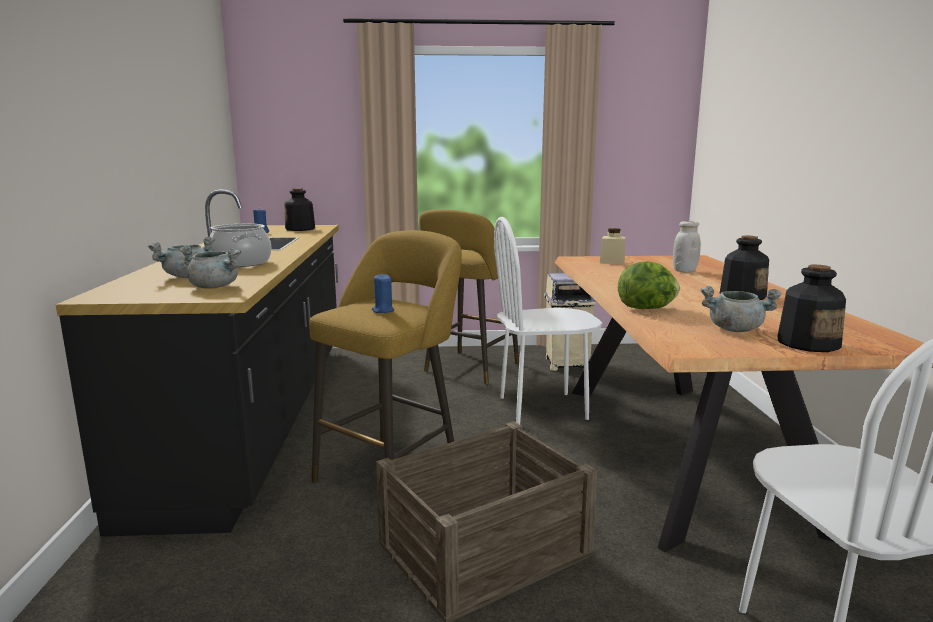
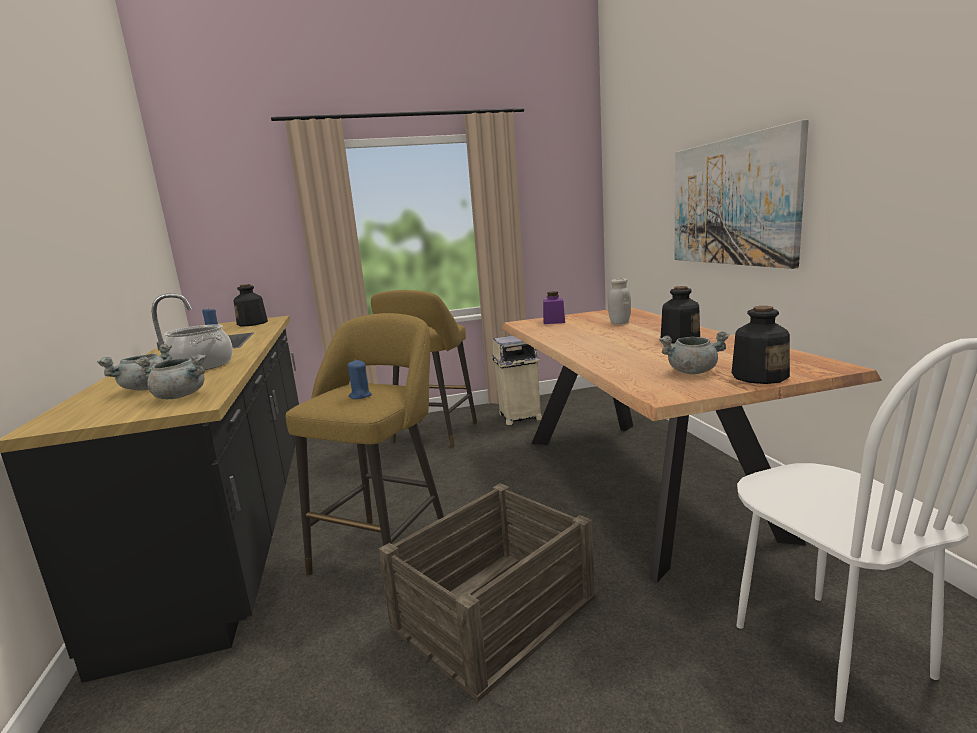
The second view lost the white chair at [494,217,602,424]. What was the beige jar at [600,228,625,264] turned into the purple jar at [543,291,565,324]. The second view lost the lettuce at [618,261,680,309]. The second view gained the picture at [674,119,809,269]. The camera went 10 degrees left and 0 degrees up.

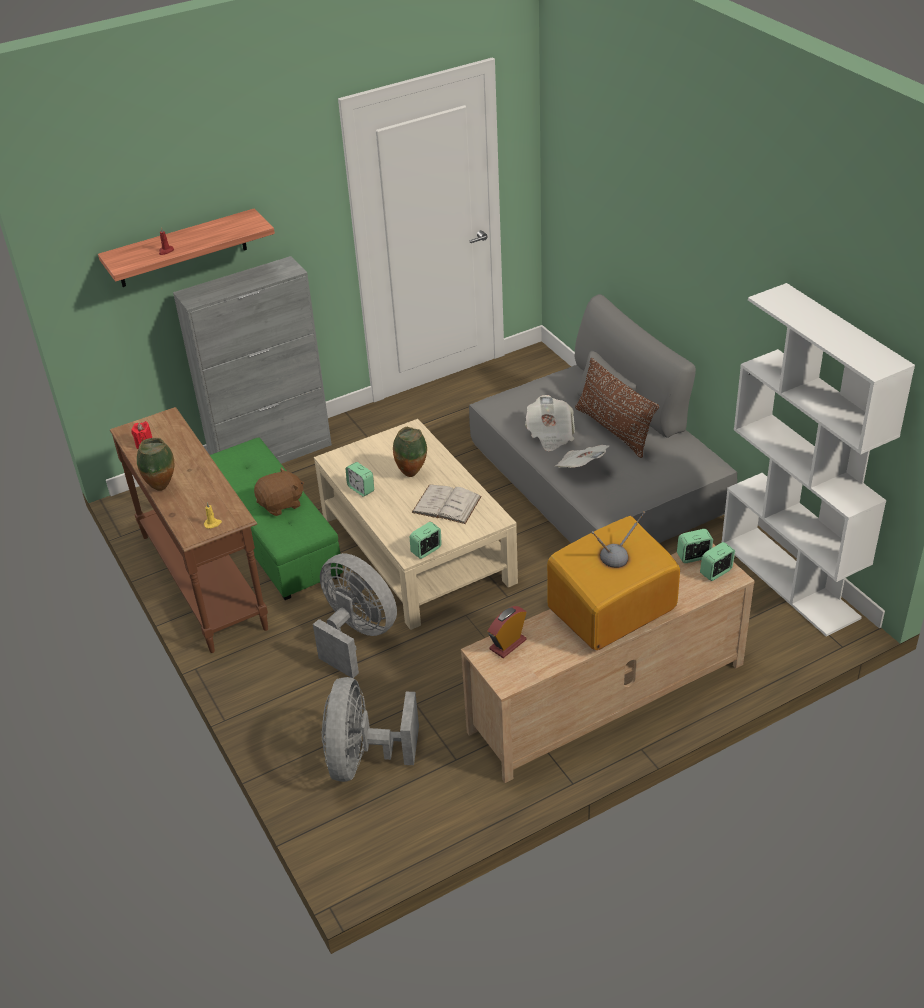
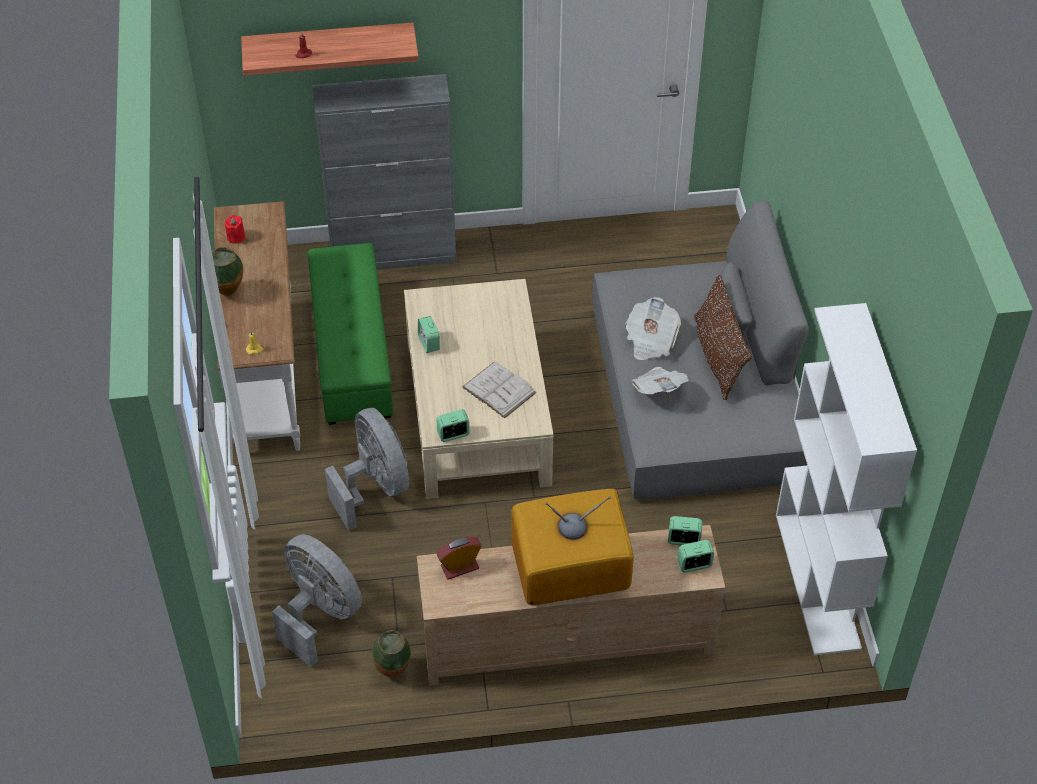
What was the brown console table at [110,407,268,653] turned into the white console table at [214,201,300,451]. The second view lost the brown plush toy at [254,467,304,516]. The grey fan at [322,677,419,782] ended up facing another way, 105 degrees clockwise from before. The vase ended up elsewhere, having gone from [393,427,427,477] to [372,630,411,677]. The camera went 20 degrees right and 10 degrees up.

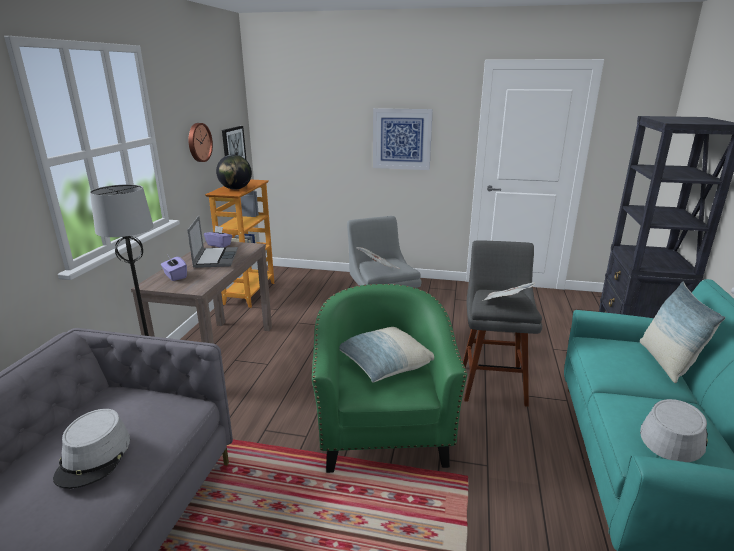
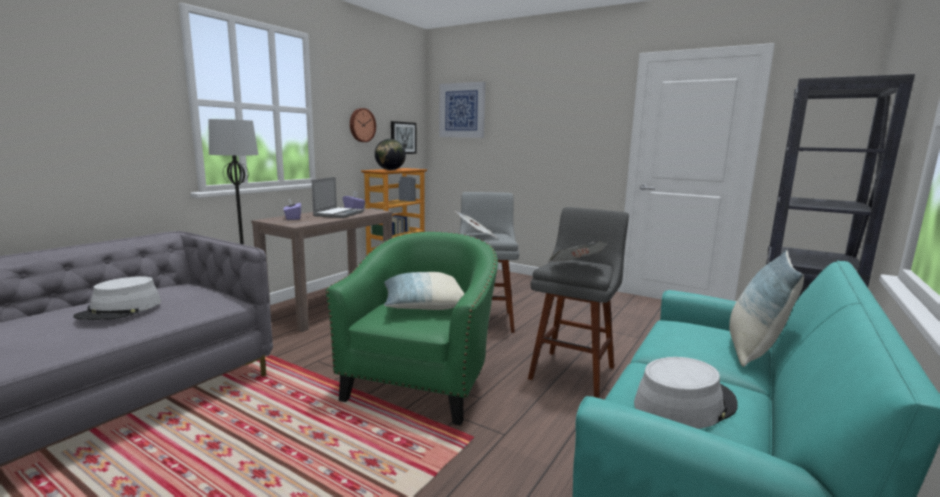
The picture ended up elsewhere, having gone from [373,108,433,170] to [439,82,485,138]. The camera went 20 degrees right and 10 degrees down.

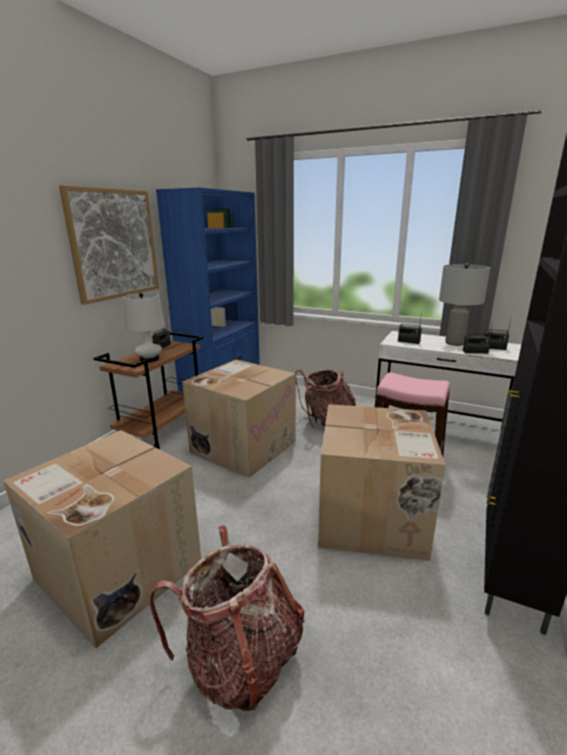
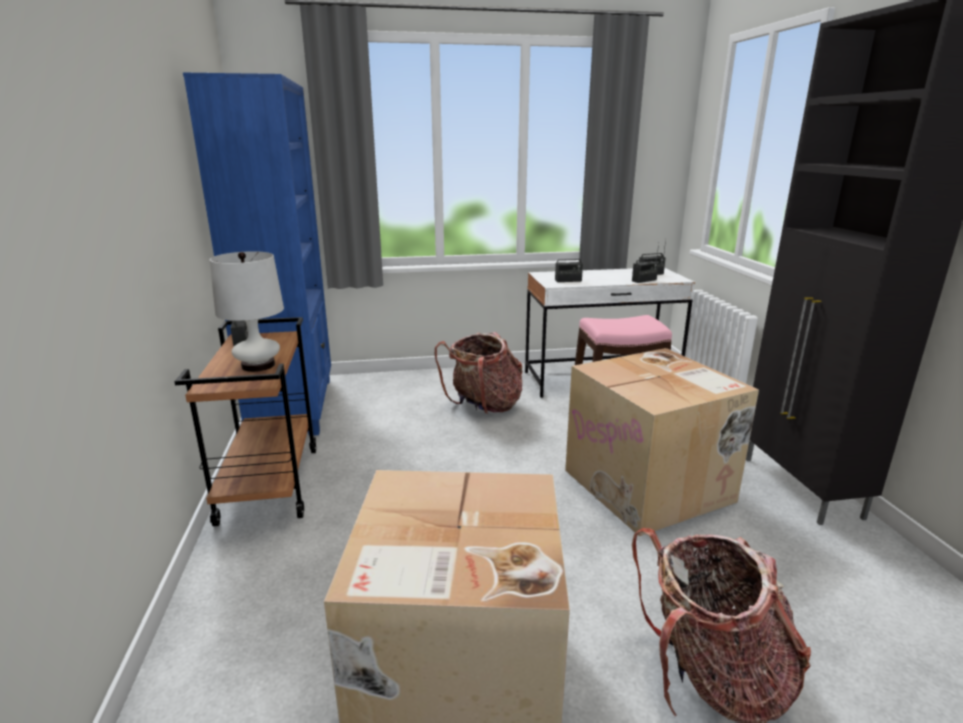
The second view lost the picture at [59,185,159,305]. The second view lost the cardboard box at [182,359,296,478]. The second view lost the grey table lamp at [439,263,490,346]. The camera went 35 degrees left and 0 degrees up.

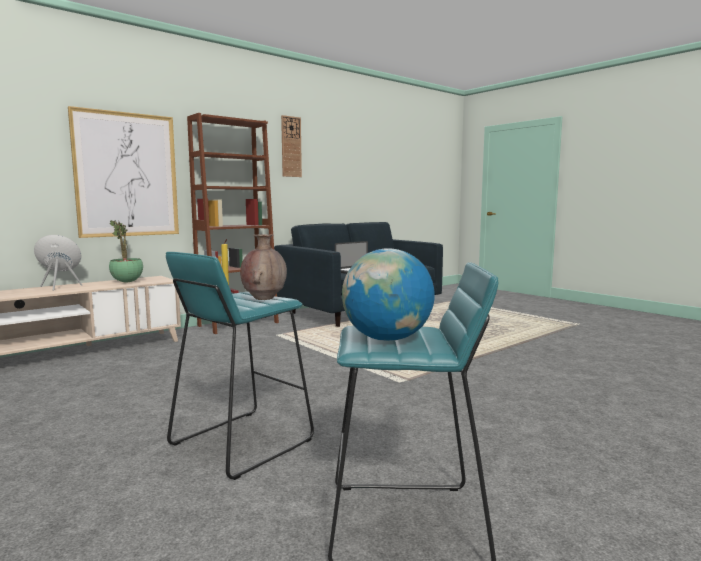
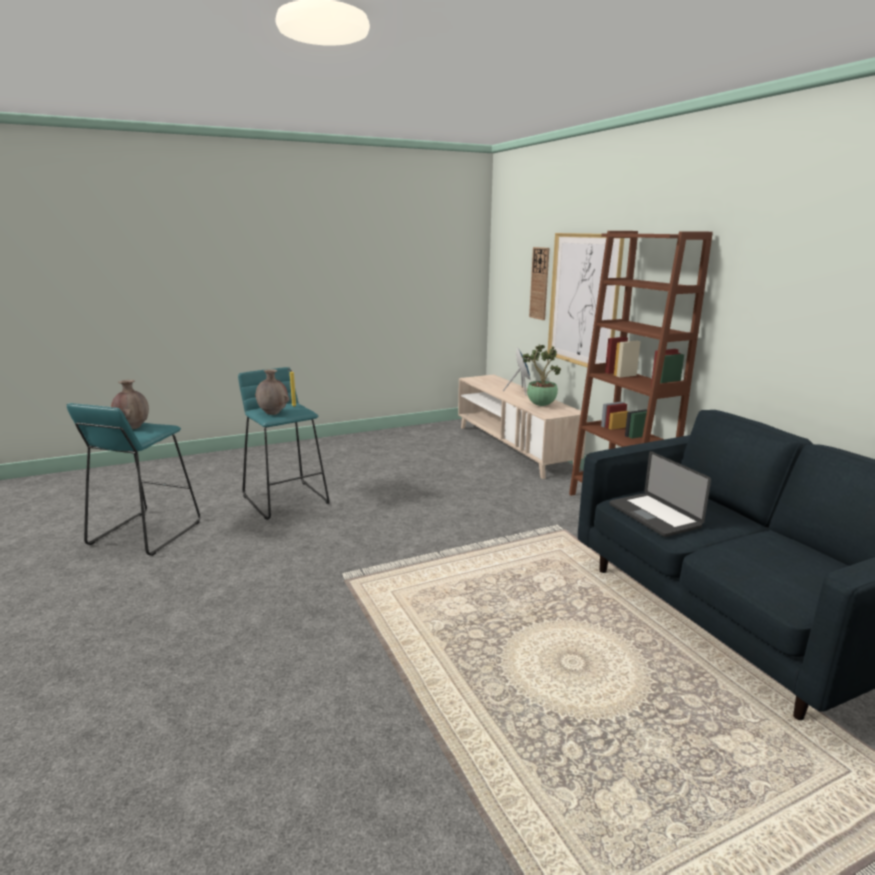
The wall clock ended up elsewhere, having gone from [281,115,302,177] to [529,247,549,320]. Where the globe stood at [342,249,435,341], the brown vase came to stand at [111,380,149,429]. The camera went 105 degrees right and 10 degrees up.

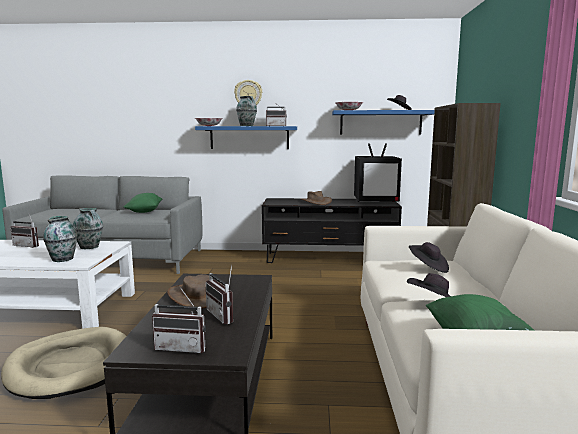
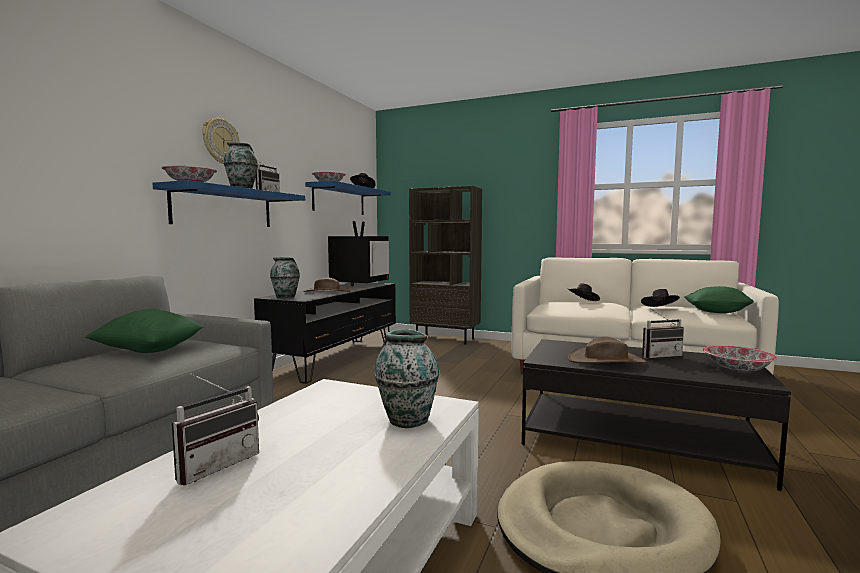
The vase ended up elsewhere, having gone from [73,208,103,249] to [270,257,300,299]. Where the radio stood at [152,286,206,353], the bowl came to stand at [703,345,777,371]. The camera went 70 degrees left and 5 degrees down.

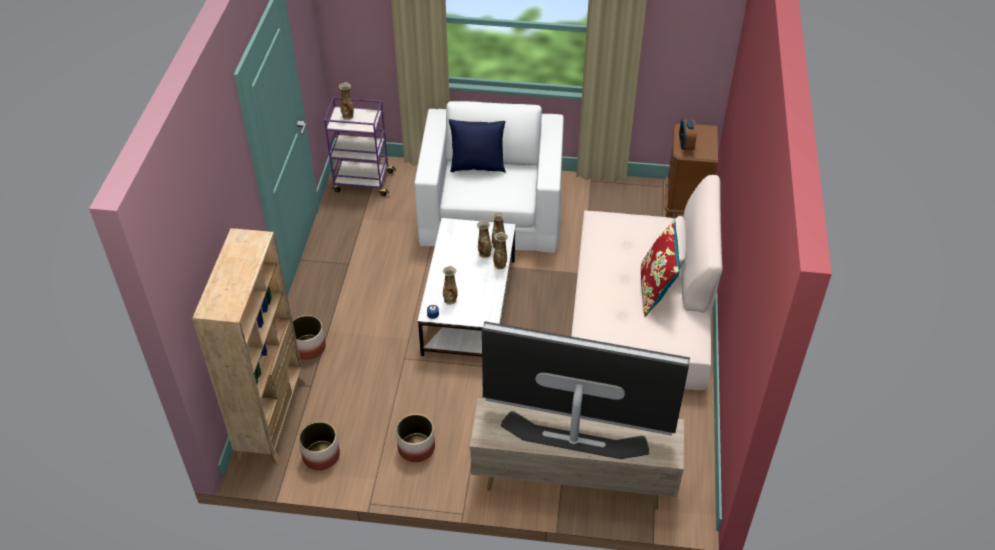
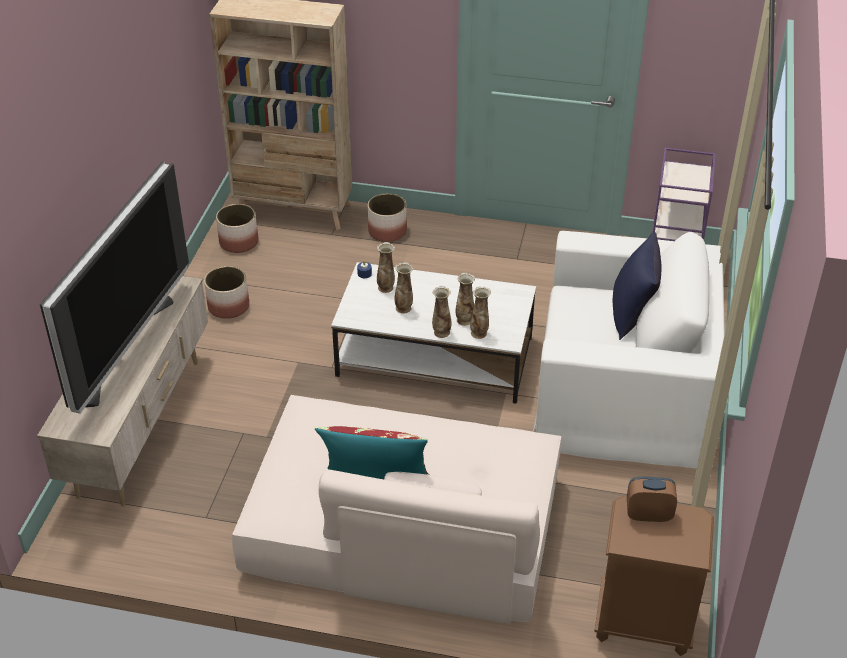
The vase ended up elsewhere, having gone from [339,82,354,120] to [394,262,413,314]. The camera went 95 degrees right and 5 degrees down.

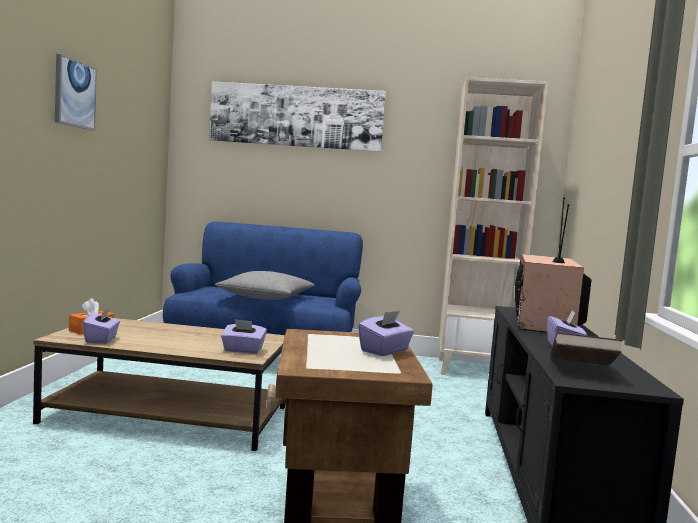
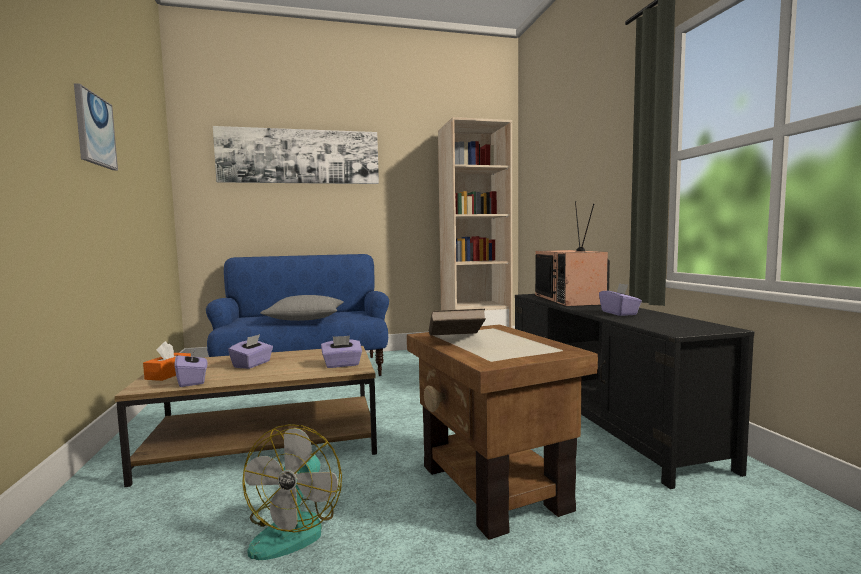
The purple tissue box ended up elsewhere, having gone from [358,311,414,356] to [228,334,273,369]. The brown book ended up elsewhere, having gone from [550,332,622,366] to [429,309,486,335]. The second view gained the fan at [242,424,342,560]. The camera went 20 degrees left and 0 degrees up.

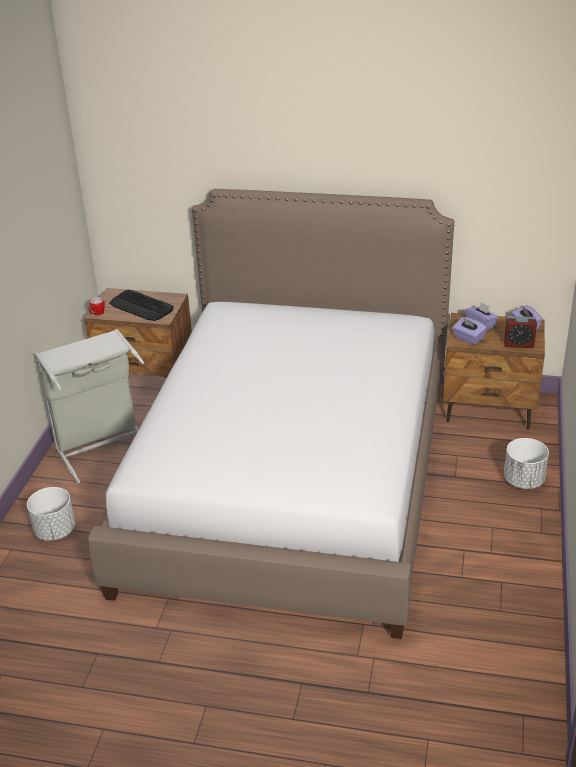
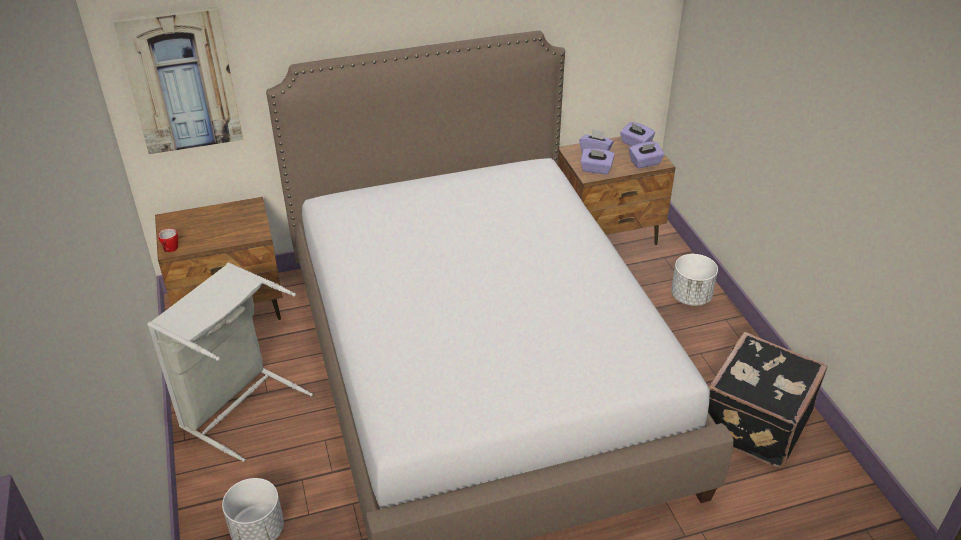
The second view lost the keyboard at [109,289,174,321]. Where the alarm clock stood at [504,316,537,348], the purple tissue box came to stand at [629,141,664,169]. The second view gained the picture at [113,7,243,154]. The second view gained the black suitcase at [708,332,828,468]. The camera went 30 degrees left and 5 degrees up.

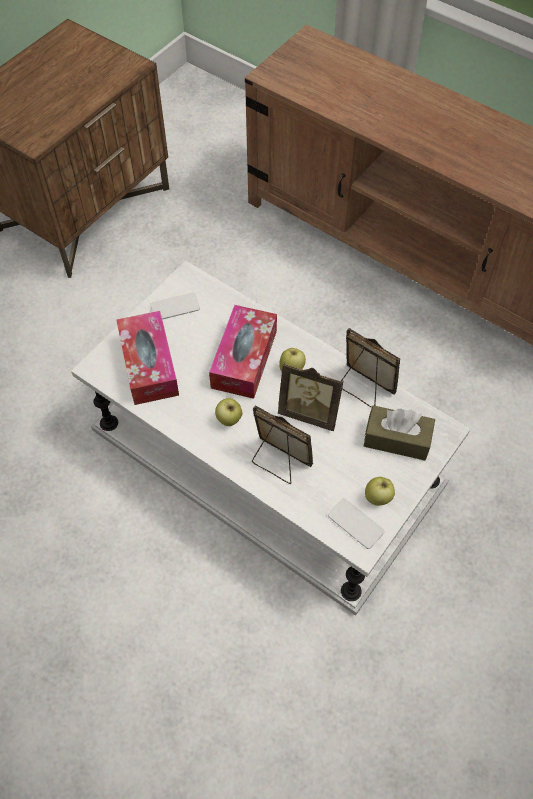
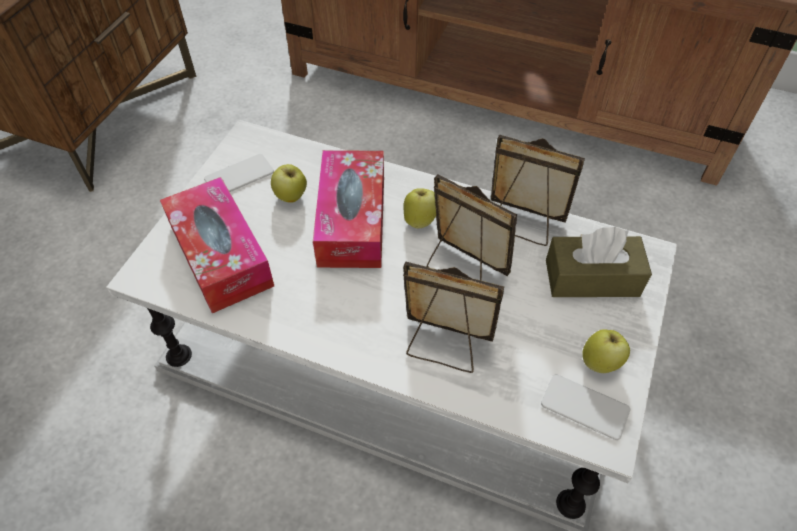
The apple ended up elsewhere, having gone from [215,398,242,426] to [271,164,307,203]. The picture frame at [278,363,344,431] ended up facing another way, 150 degrees counterclockwise from before. The camera went 15 degrees left and 5 degrees down.

